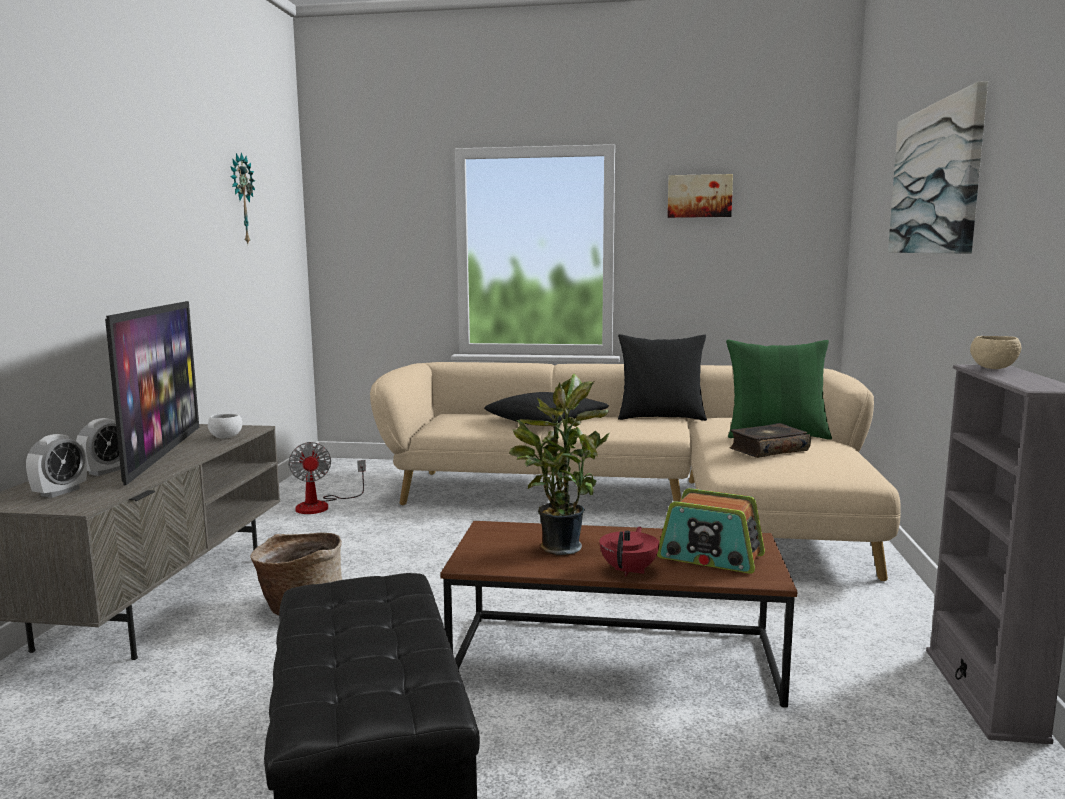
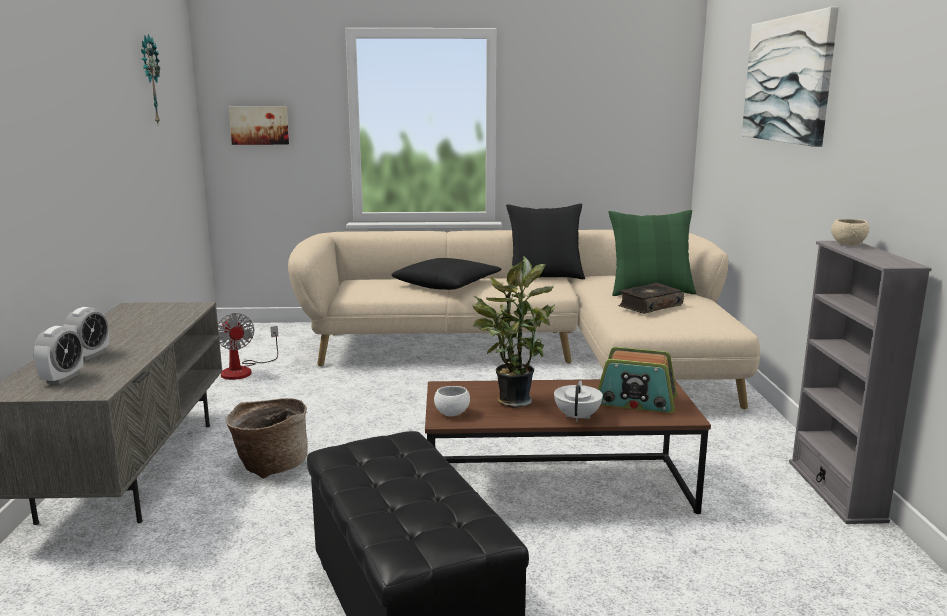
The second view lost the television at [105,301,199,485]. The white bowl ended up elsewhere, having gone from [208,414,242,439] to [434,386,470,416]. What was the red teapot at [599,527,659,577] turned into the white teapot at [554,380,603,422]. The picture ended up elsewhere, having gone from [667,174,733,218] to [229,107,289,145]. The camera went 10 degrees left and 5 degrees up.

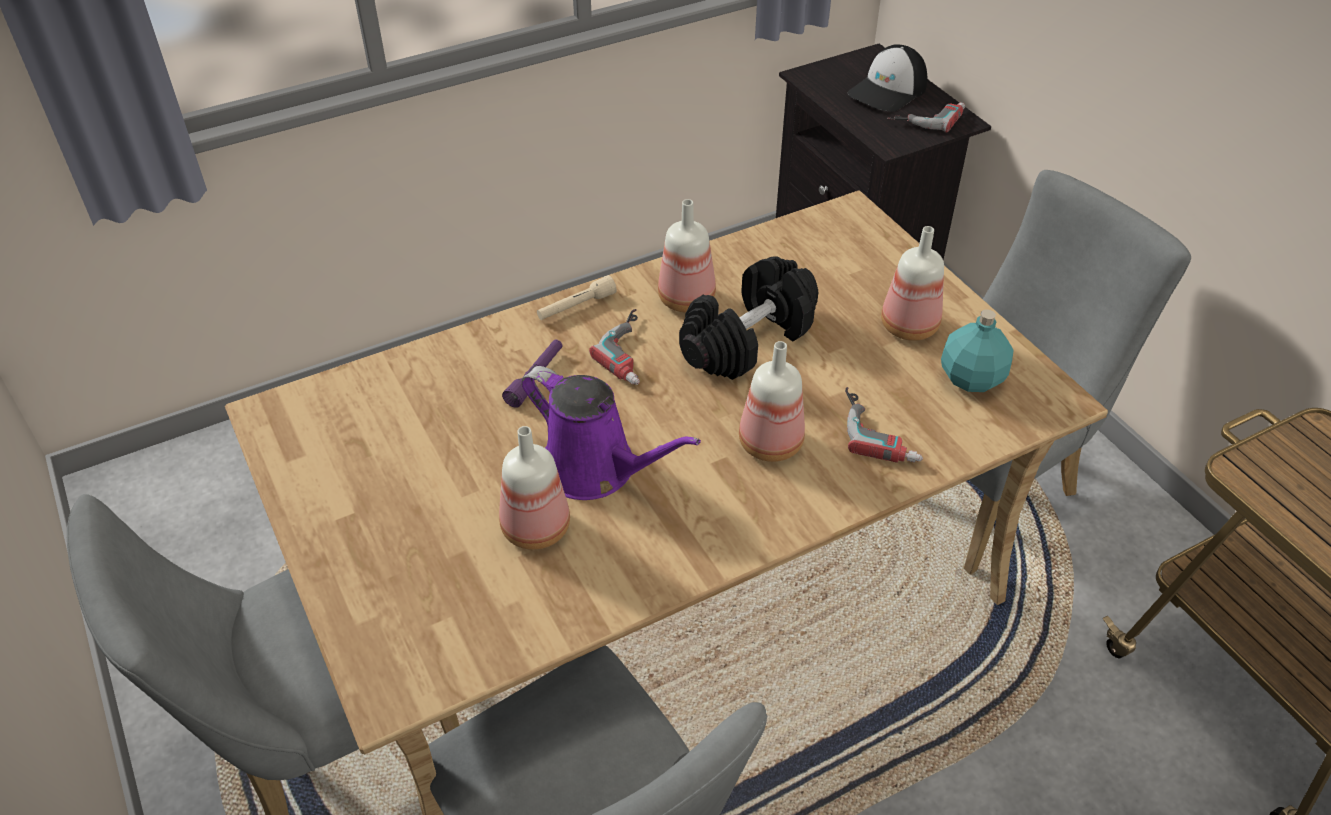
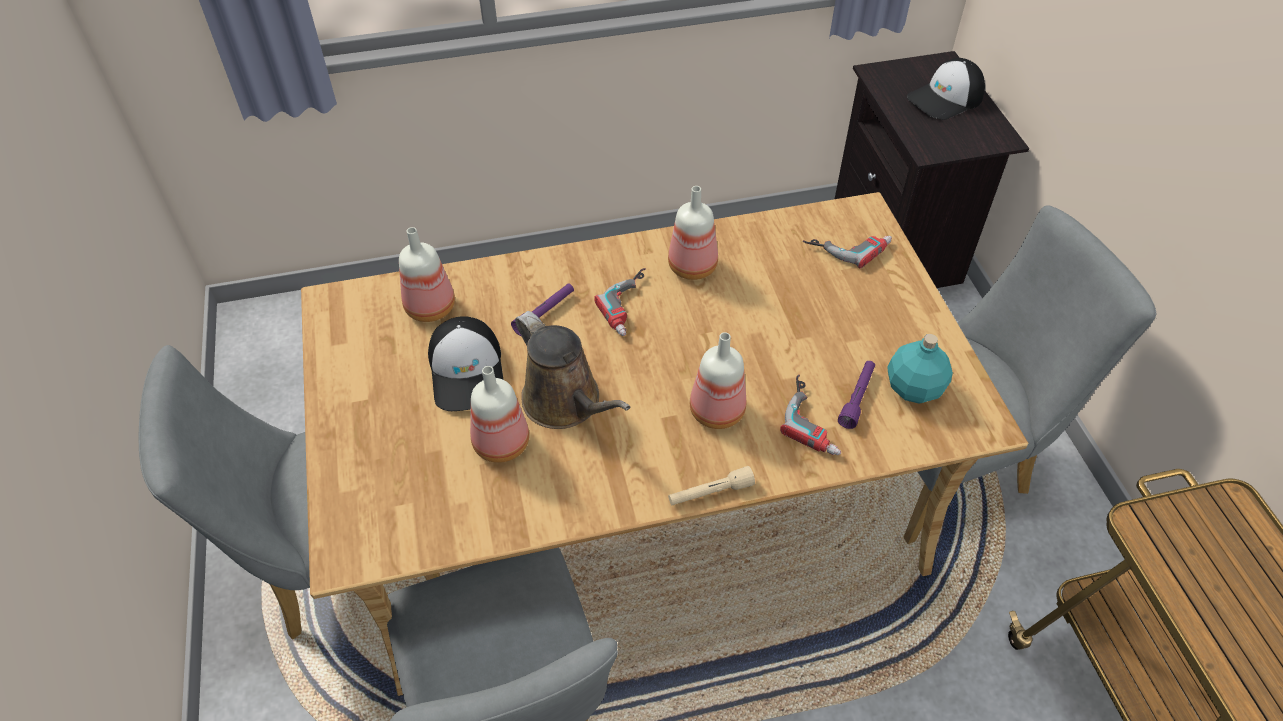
What was the purple watering can at [522,366,701,500] turned into the brown watering can at [515,311,630,429]. The beige flashlight ended up elsewhere, having gone from [537,275,617,320] to [668,466,755,505]. The second view lost the black dumbbell at [679,256,818,380]. The bottle ended up elsewhere, having gone from [881,226,944,341] to [399,227,455,322]. The power drill ended up elsewhere, having gone from [887,102,965,132] to [803,236,892,269]. The second view gained the cap at [428,316,504,411]. The second view gained the purple flashlight at [838,361,875,429]. The camera went 15 degrees right and 5 degrees up.

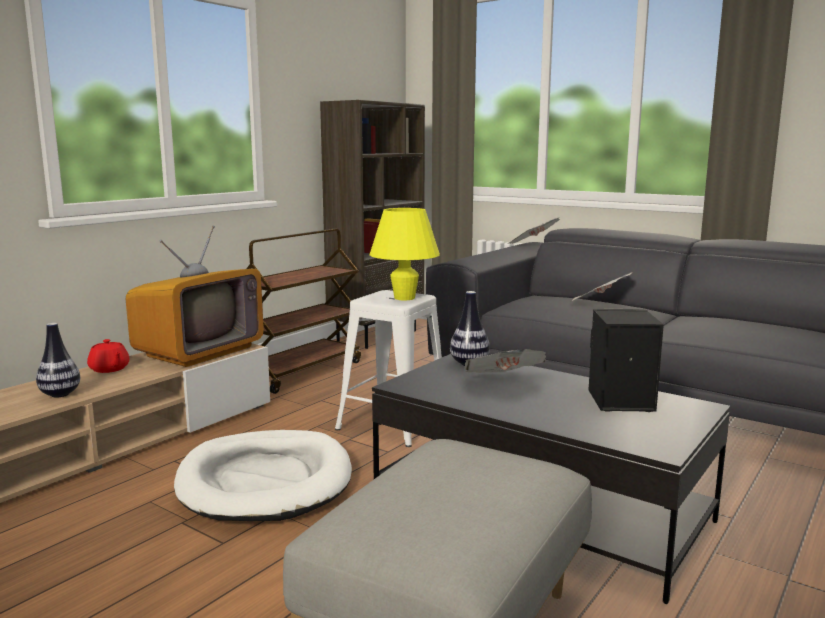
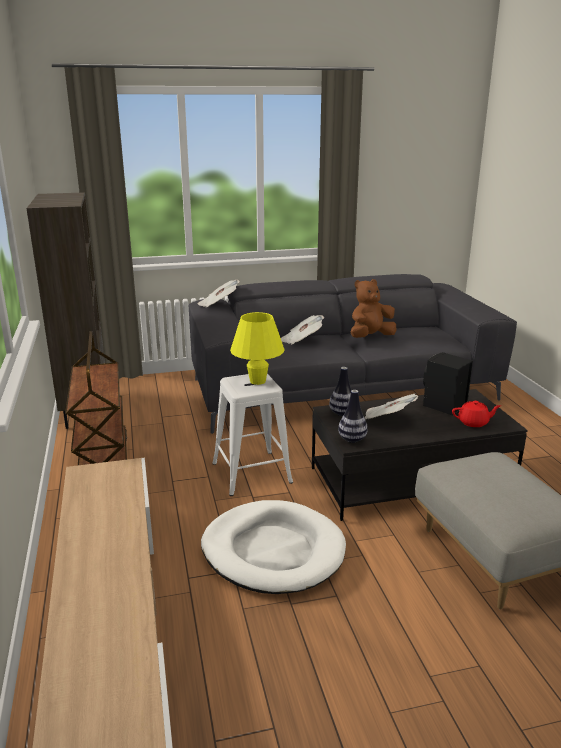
The vase ended up elsewhere, having gone from [36,323,80,398] to [338,390,368,443]. The red teapot ended up elsewhere, having gone from [87,339,130,373] to [452,401,501,427]. The second view lost the television at [126,226,264,367]. The second view gained the brown plush toy at [351,279,396,338]. The camera went 50 degrees left and 10 degrees up.

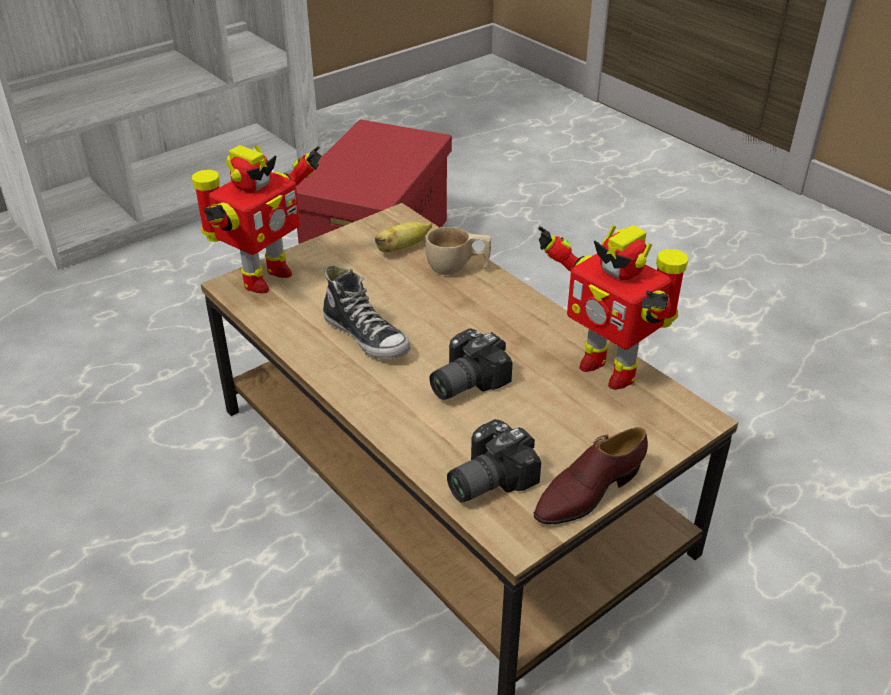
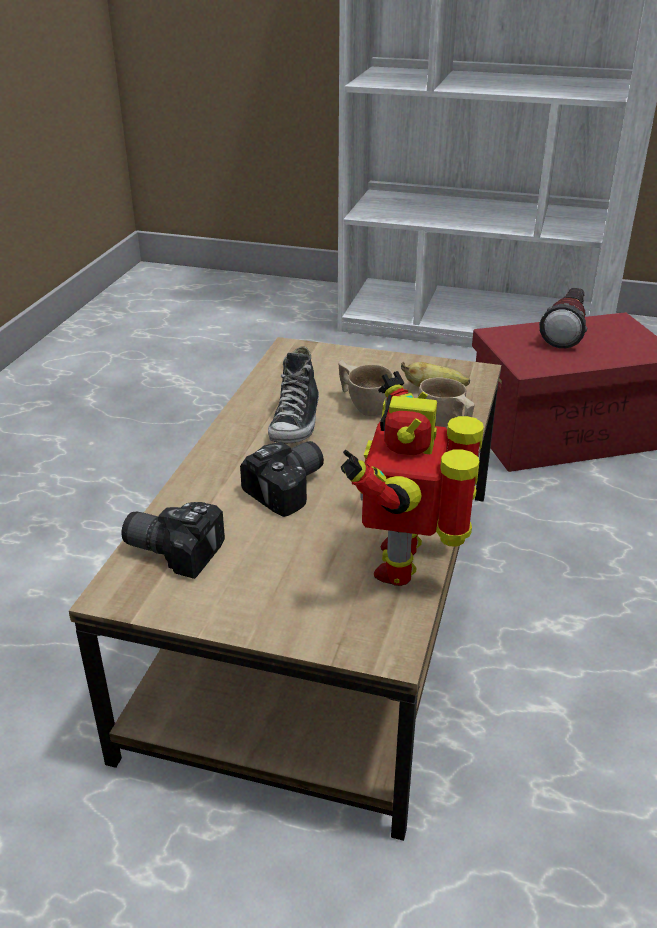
The second view lost the toy robot at [192,145,322,293]. The photo camera at [430,328,513,400] ended up facing another way, 120 degrees clockwise from before. The second view lost the brown shoe at [534,427,648,524]. The second view gained the beige cup at [339,360,394,416]. The second view gained the flashlight at [539,288,587,348]. The camera went 55 degrees right and 5 degrees down.

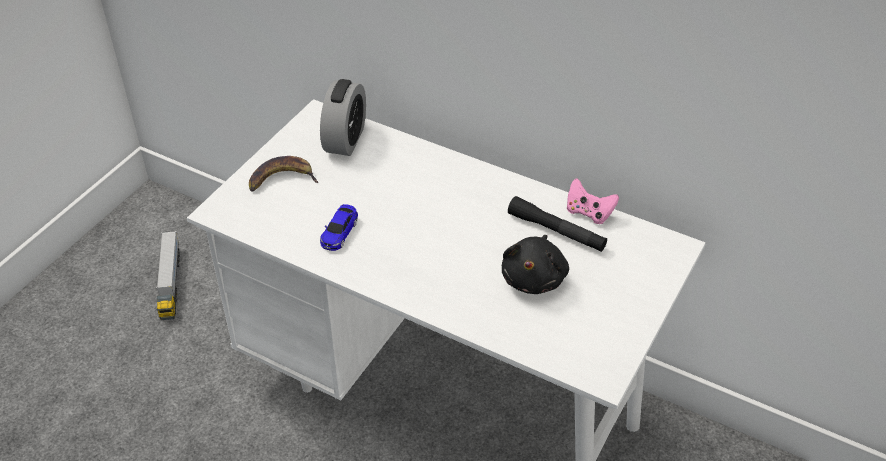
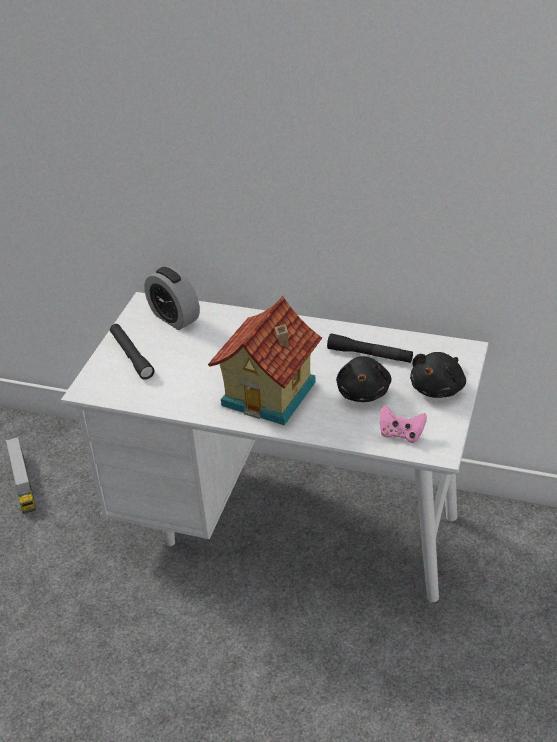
Where the banana stood at [249,156,319,192], the black flashlight came to stand at [110,324,155,380]. The alarm clock at [320,79,366,156] ended up facing another way, 135 degrees clockwise from before. The second view lost the toy car at [320,204,358,251]. The pink game controller ended up elsewhere, having gone from [567,178,619,224] to [380,405,427,443]. The second view gained the toy house at [208,296,322,425]. The second view gained the black plush toy at [410,352,466,398]. The camera went 10 degrees left and 5 degrees down.

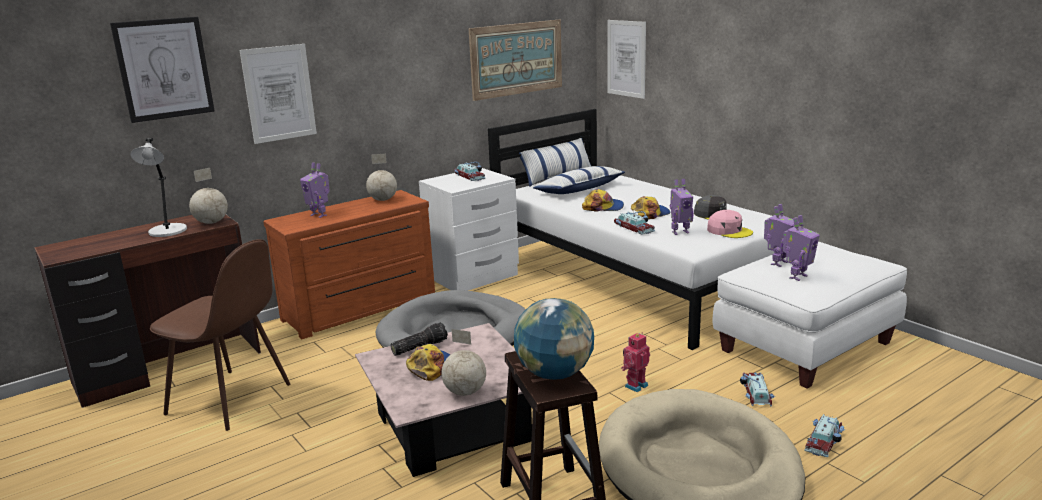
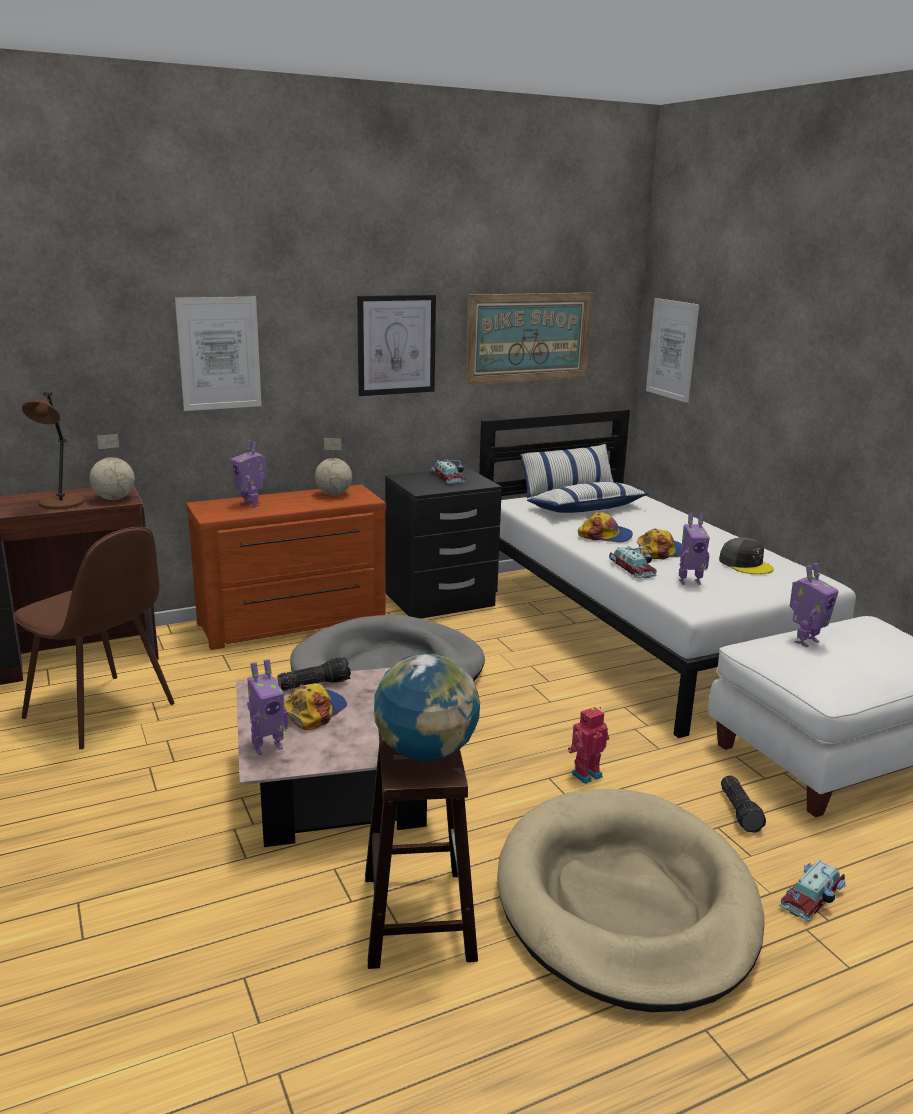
The picture ended up elsewhere, having gone from [110,17,215,123] to [357,294,436,396]. What was the grey table lamp at [130,138,187,237] turned into the brown table lamp at [22,392,84,509]. What was the white nightstand at [419,168,519,291] turned into the black nightstand at [385,467,502,619]. The second view lost the globe at [441,329,486,396]. The second view lost the pink cap at [707,210,753,238]. Where the toy car stood at [740,372,775,406], the flashlight came to stand at [721,775,766,833]. The toy robot ended up elsewhere, having gone from [783,215,820,281] to [247,659,288,755]. The camera went 10 degrees right and 0 degrees up.

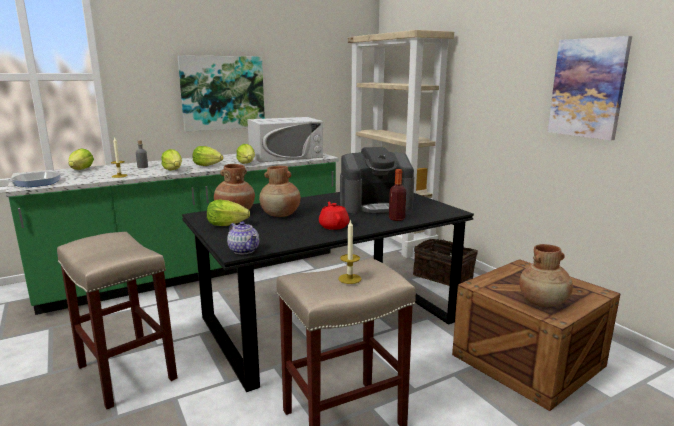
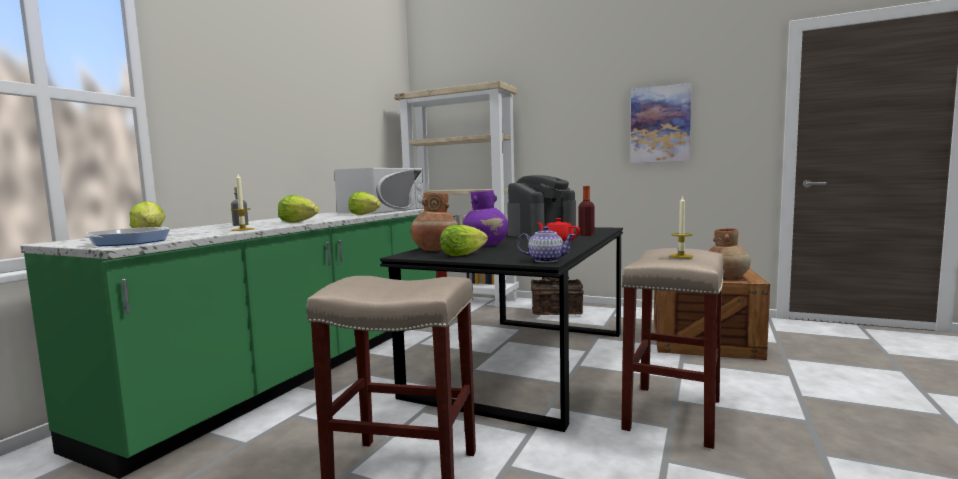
The second view lost the picture at [177,55,265,132]. The second view lost the lettuce at [193,146,223,166]. What was the brown vase at [259,166,301,217] turned into the purple vase at [463,190,508,246]. The camera went 35 degrees left and 10 degrees down.

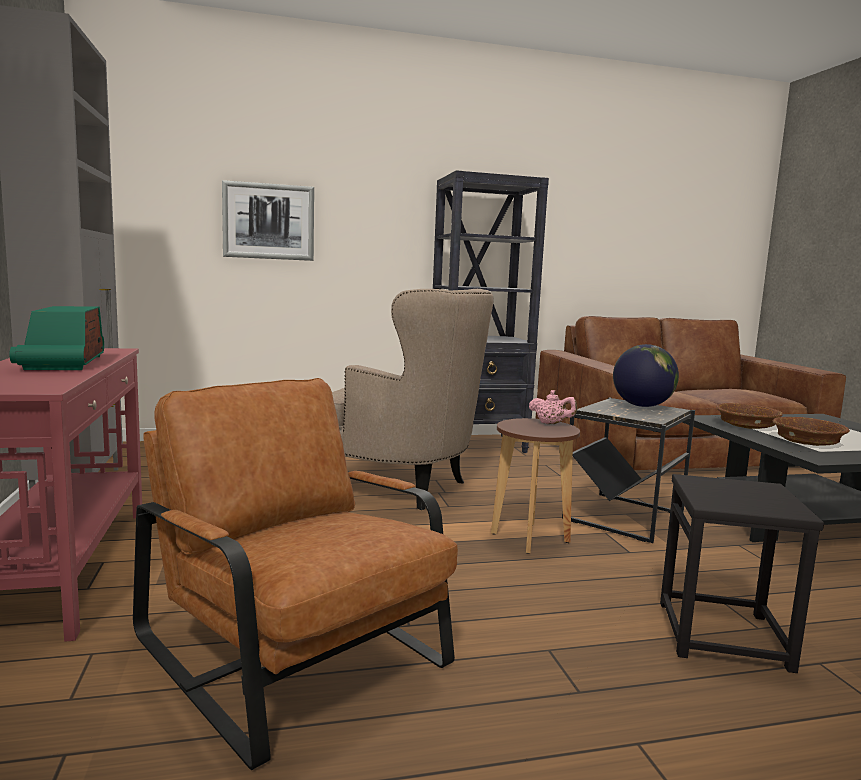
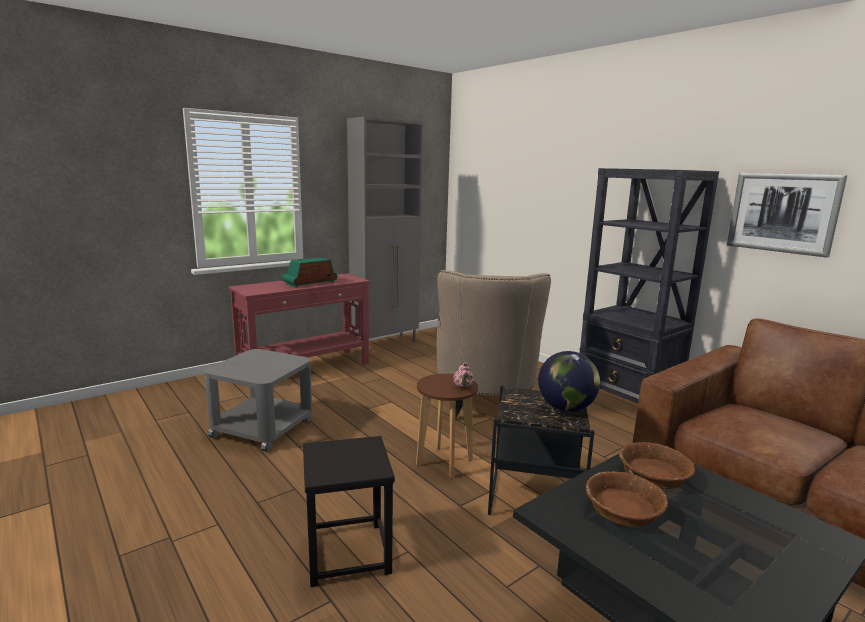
Where the brown armchair stood at [133,378,458,770], the grey side table came to stand at [204,349,312,452]. The picture ended up elsewhere, having gone from [222,180,314,261] to [727,173,847,258]. The camera went 65 degrees right and 5 degrees up.

